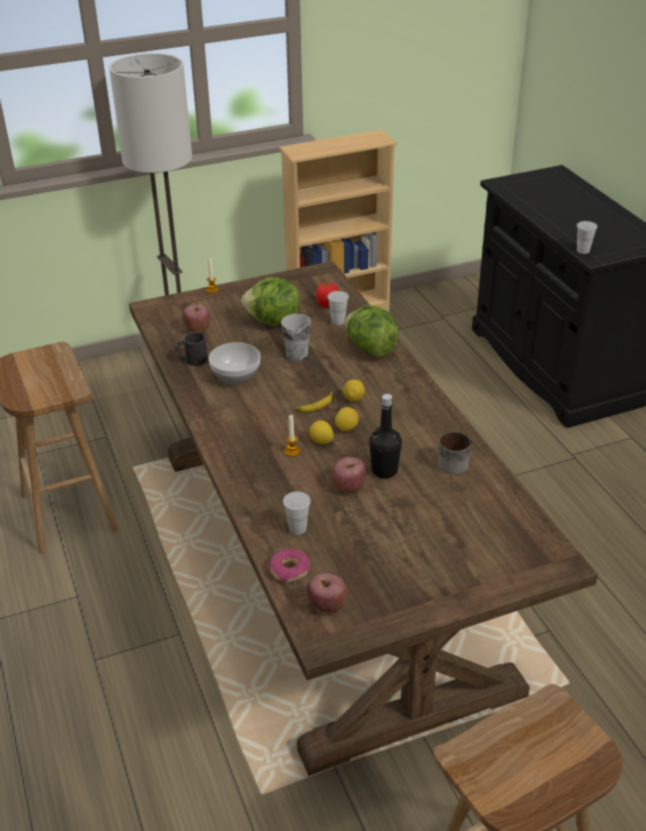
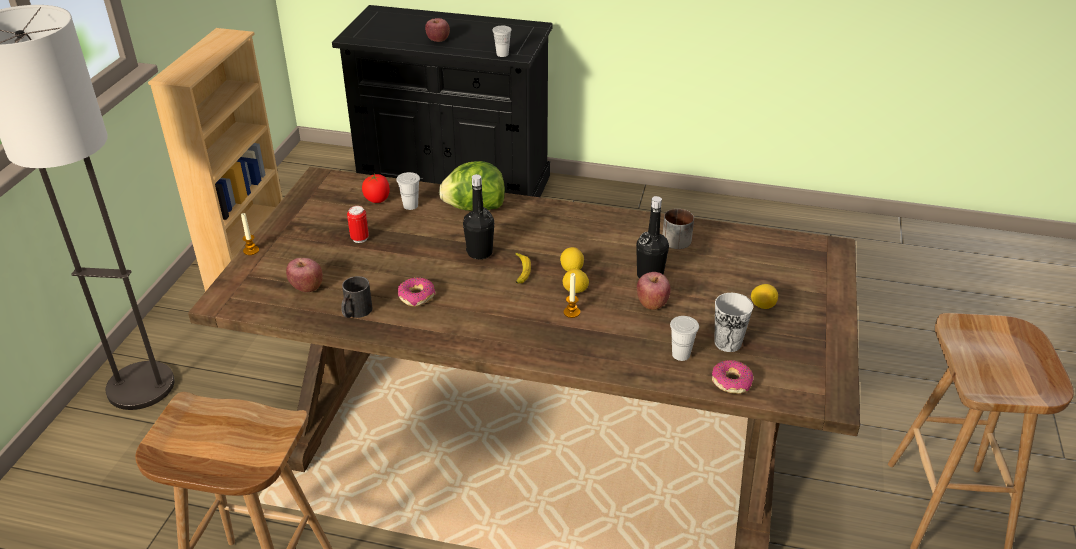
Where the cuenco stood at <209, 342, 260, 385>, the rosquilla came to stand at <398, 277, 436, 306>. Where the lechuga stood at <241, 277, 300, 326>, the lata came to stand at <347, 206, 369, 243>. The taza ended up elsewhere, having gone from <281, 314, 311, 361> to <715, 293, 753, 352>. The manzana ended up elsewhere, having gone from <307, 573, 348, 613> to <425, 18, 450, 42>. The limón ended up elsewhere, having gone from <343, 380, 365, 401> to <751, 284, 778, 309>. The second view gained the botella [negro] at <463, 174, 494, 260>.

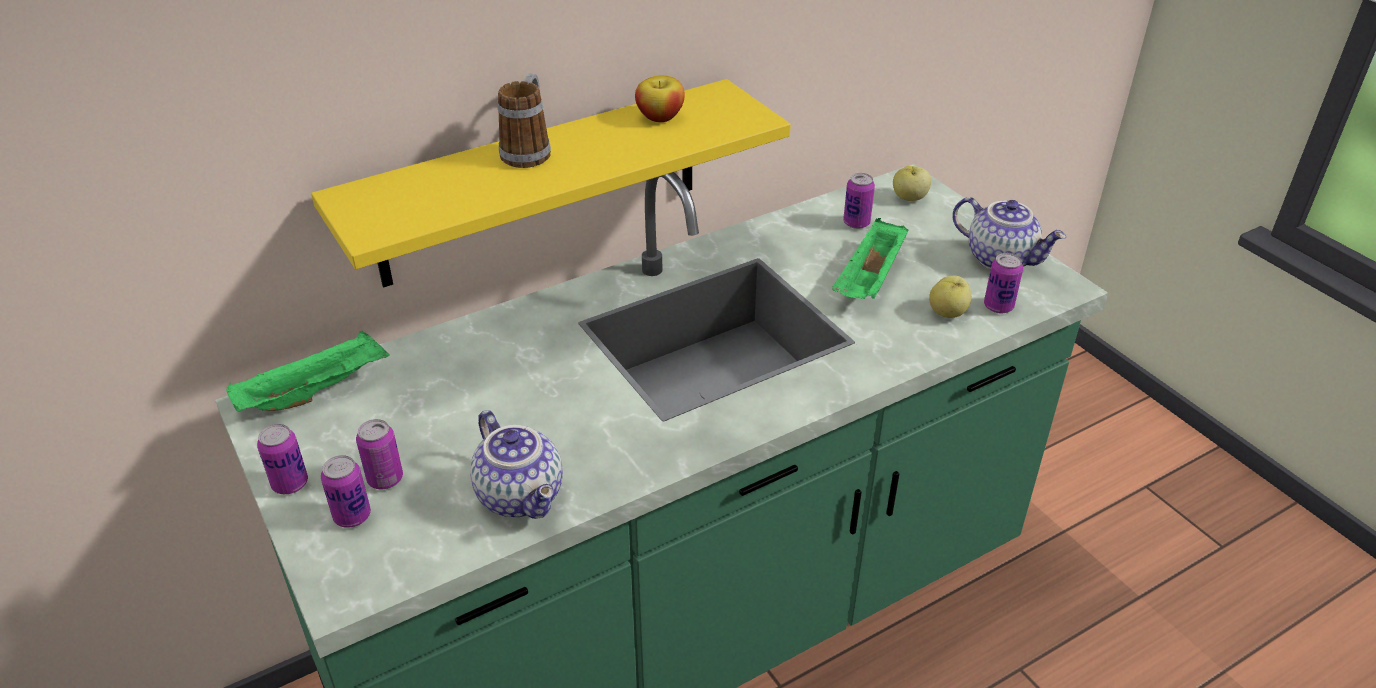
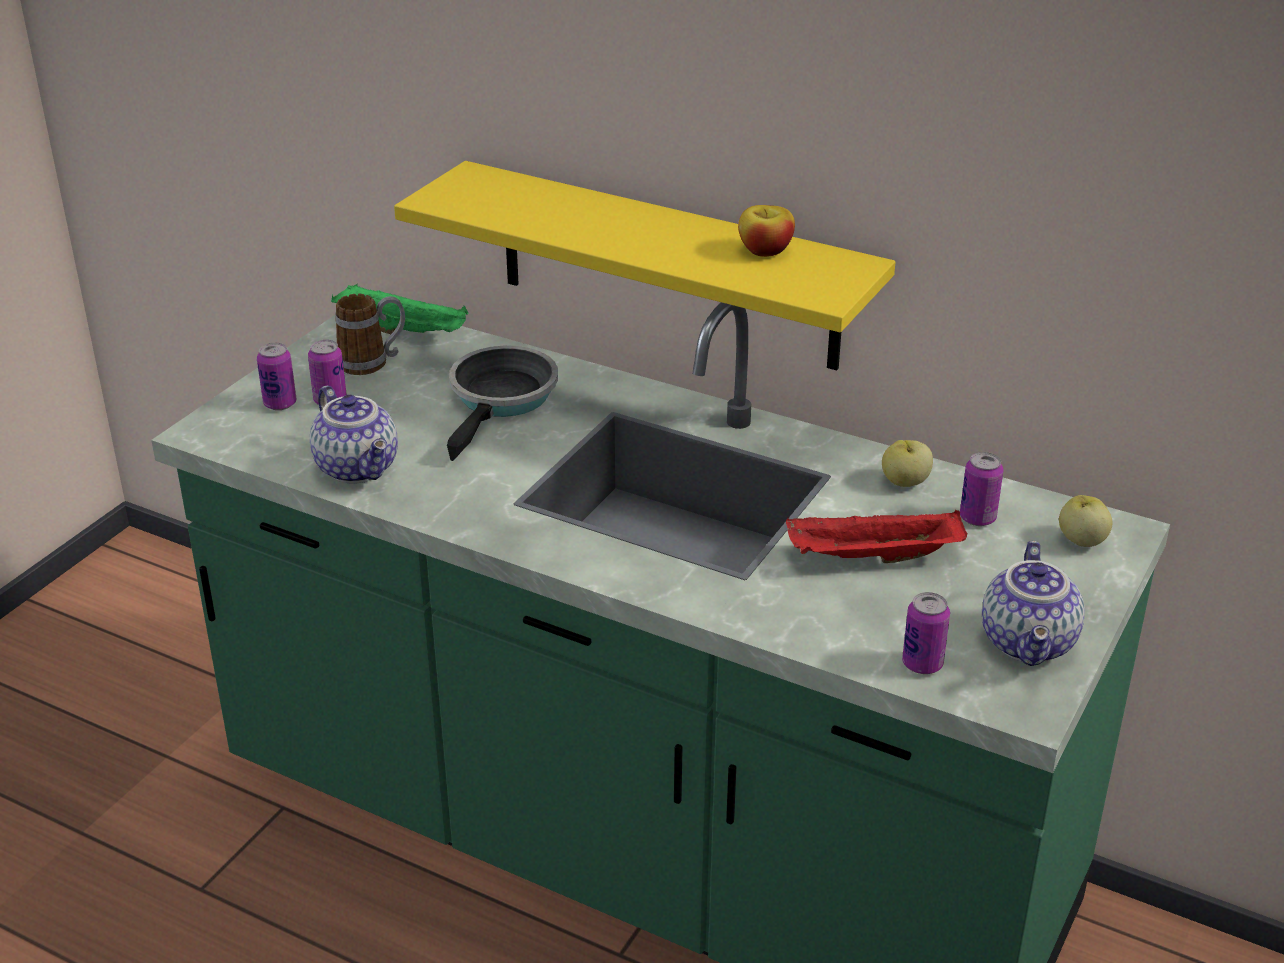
The second view lost the lata at <257, 424, 308, 494>. The tetera at <470, 410, 563, 519> ended up facing another way, 60 degrees counterclockwise from before. The taza grande ended up elsewhere, having gone from <498, 73, 551, 168> to <335, 294, 405, 375>. What was the bandeja [verde] at <832, 218, 908, 299> turned into the bandeja [rojo] at <786, 510, 968, 563>. The manzana ended up elsewhere, having gone from <929, 275, 972, 318> to <882, 440, 933, 487>. The second view gained the sartén at <447, 346, 558, 461>.

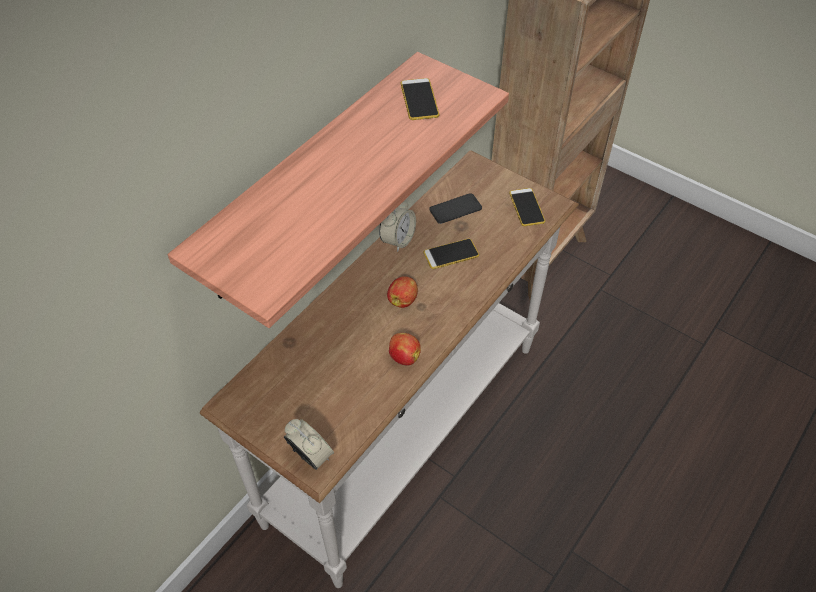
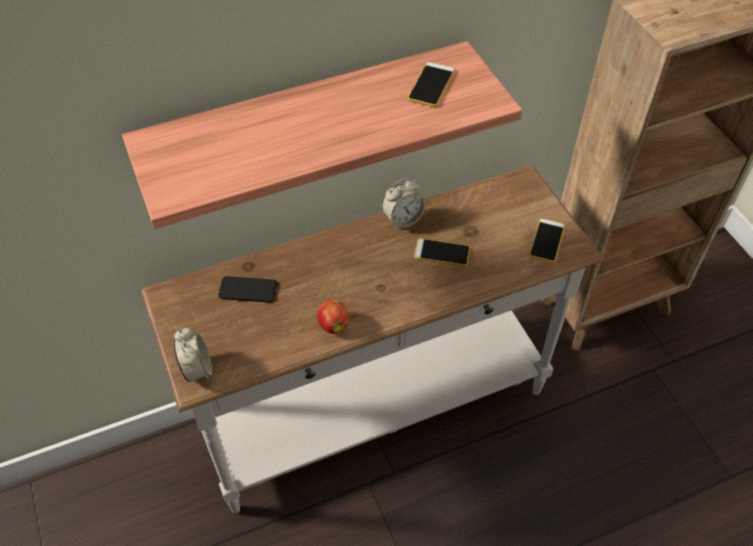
The second view lost the manzana at <387, 276, 418, 308>. The móvil ended up elsewhere, having gone from <429, 193, 482, 224> to <218, 276, 277, 303>.

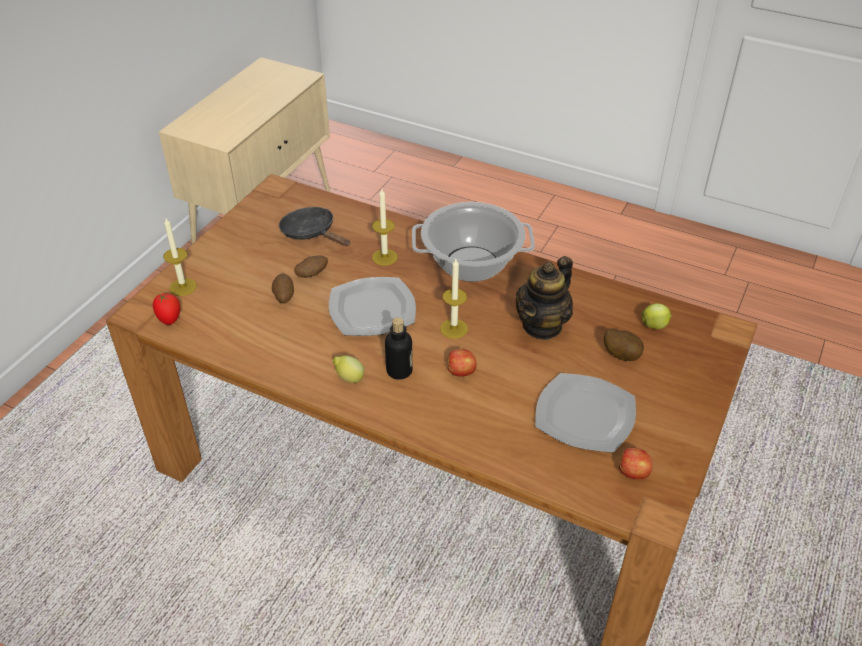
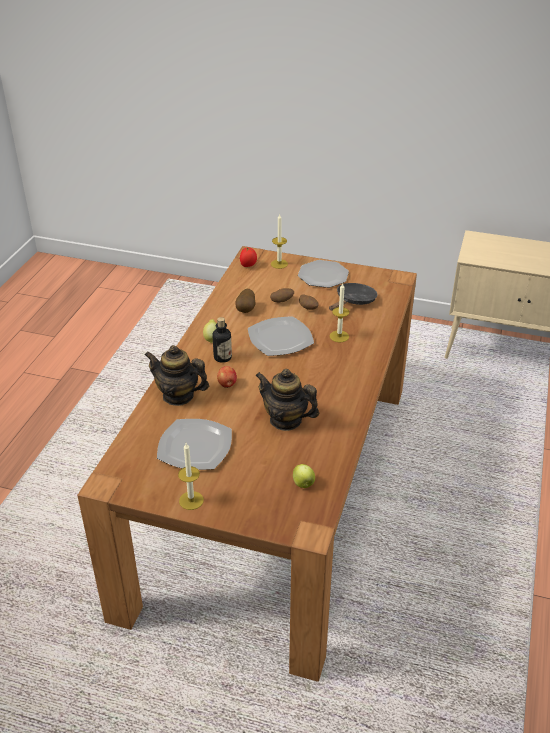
The second view lost the olla at <412, 202, 535, 282>. The vela ended up elsewhere, having gone from <440, 259, 468, 339> to <178, 443, 204, 510>. The patata ended up elsewhere, having gone from <604, 328, 644, 361> to <235, 289, 255, 313>. The second view lost the manzana at <619, 448, 652, 479>. The second view gained the tetera at <145, 345, 209, 406>. The second view gained the plato at <298, 260, 349, 288>.

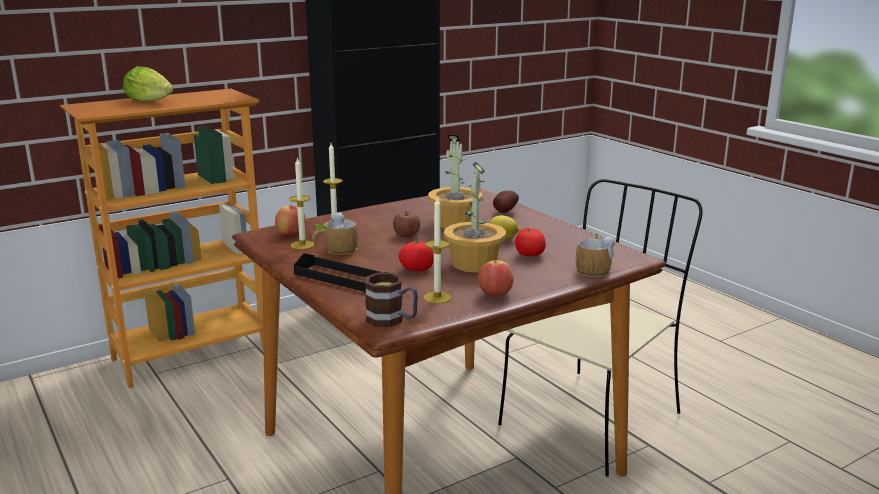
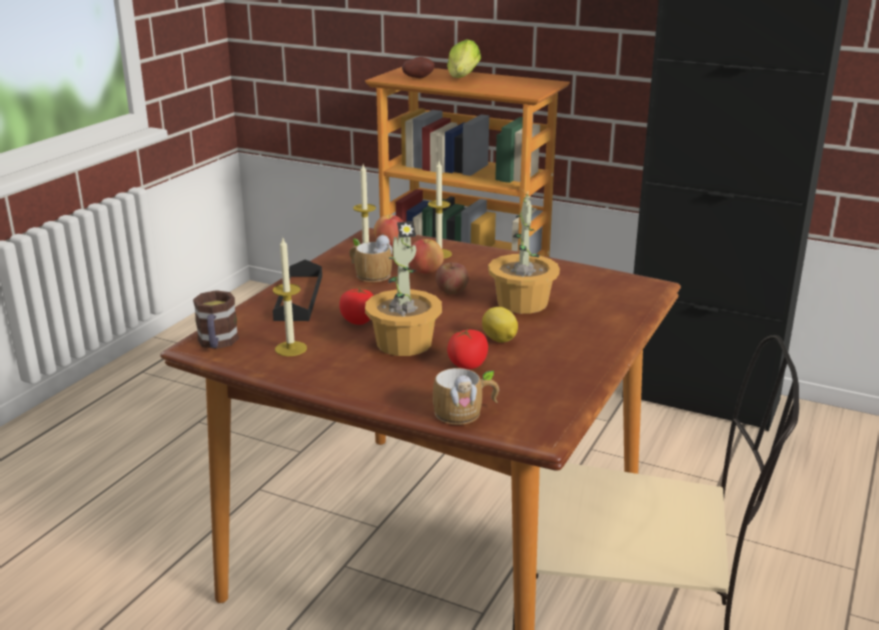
The manzana ended up elsewhere, having gone from <478, 260, 514, 296> to <409, 238, 444, 274>. The patata ended up elsewhere, having gone from <493, 190, 519, 213> to <402, 57, 435, 78>.

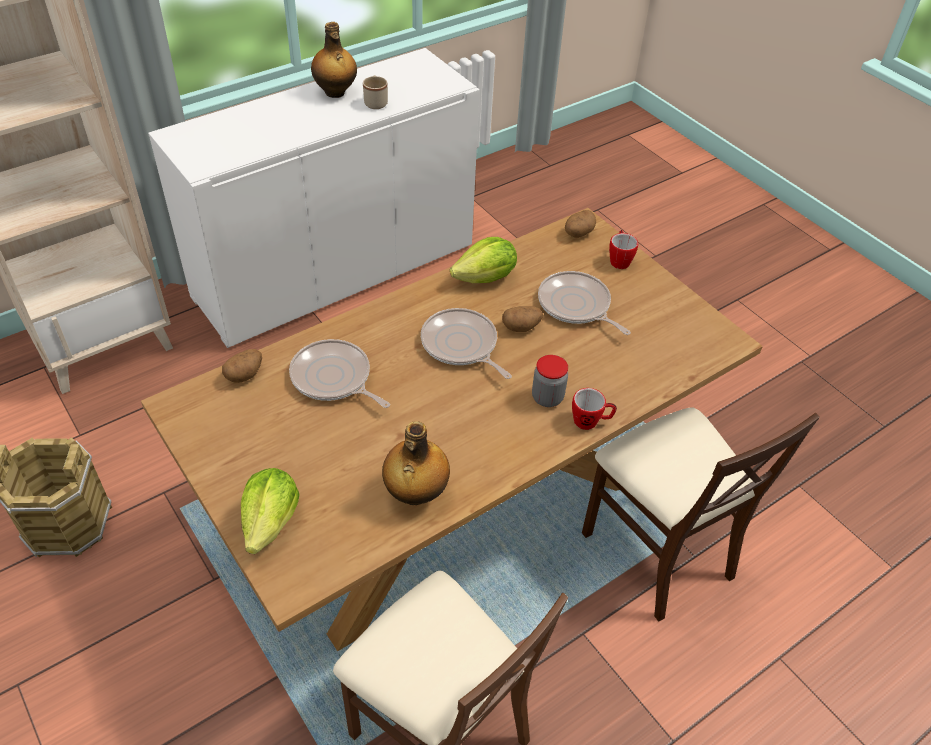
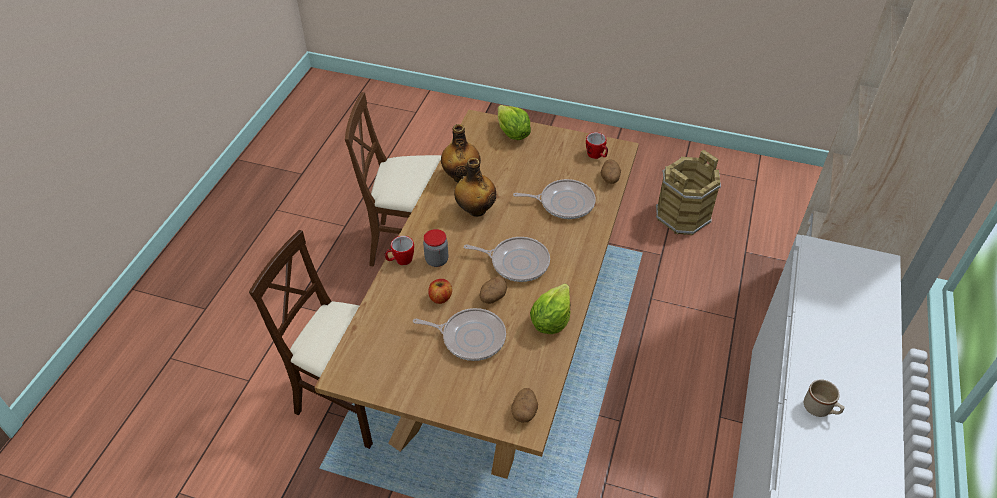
The botella ended up elsewhere, having gone from <311, 22, 357, 98> to <454, 158, 496, 217>. The taza grande ended up elsewhere, having gone from <609, 230, 638, 269> to <586, 132, 608, 159>. The second view gained the manzana at <428, 279, 452, 304>.

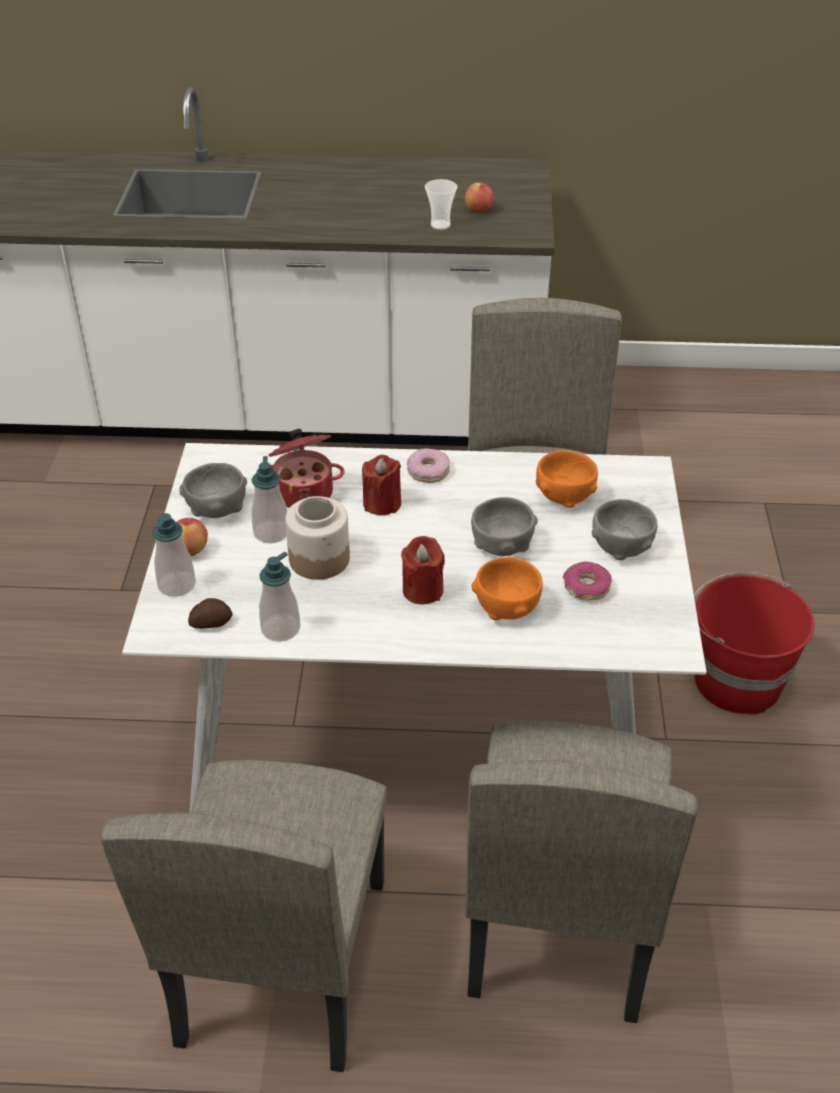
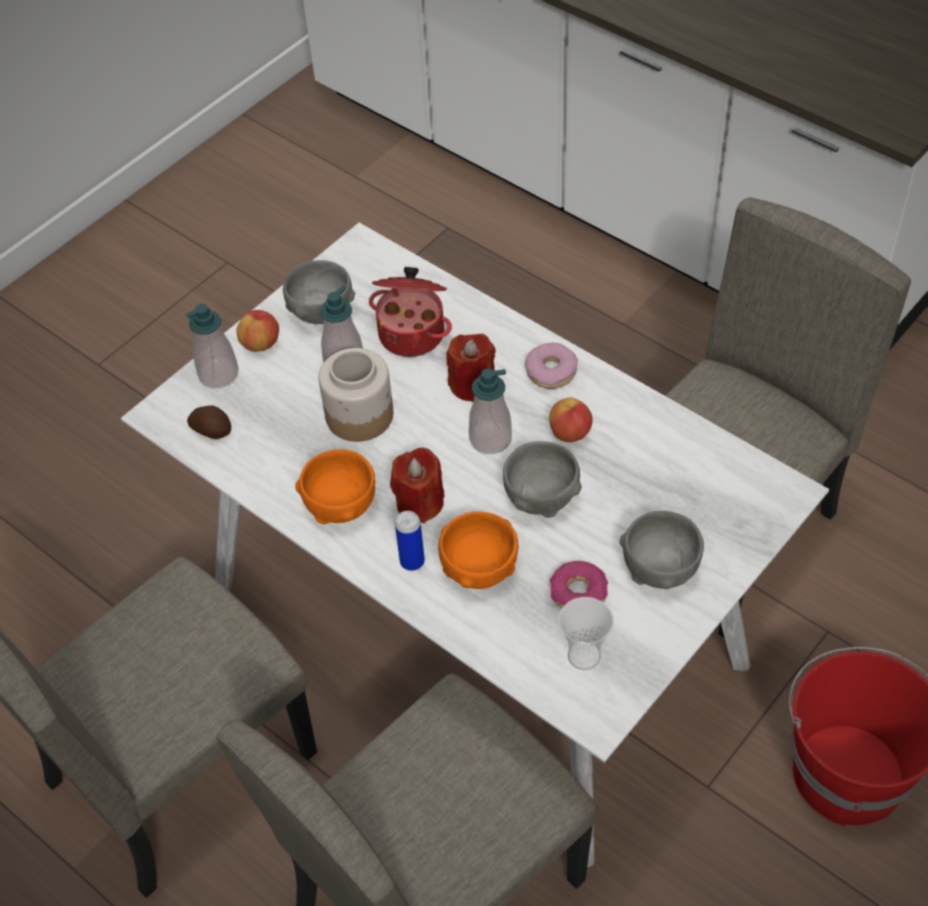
The dispensador de jabón ended up elsewhere, having gone from <259, 552, 301, 642> to <469, 369, 512, 454>. The taza ended up elsewhere, having gone from <425, 179, 457, 230> to <558, 597, 614, 670>. The manzana ended up elsewhere, having gone from <465, 183, 494, 213> to <549, 398, 593, 442>. The cuenco [naranja] ended up elsewhere, having gone from <535, 450, 598, 508> to <296, 449, 375, 525>. The second view gained the lata at <395, 511, 425, 571>.

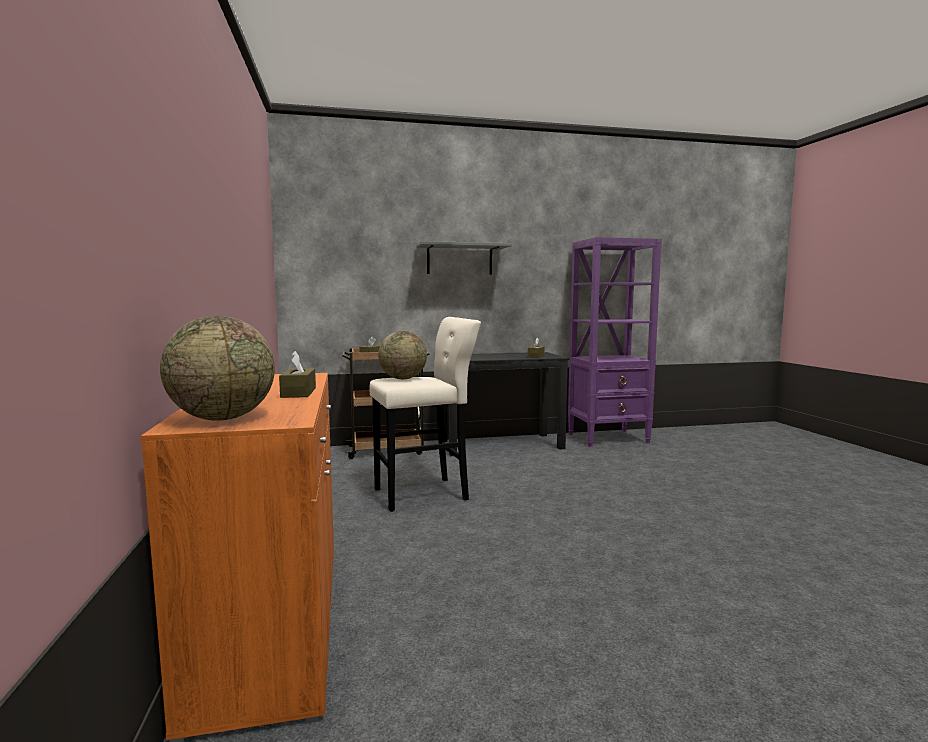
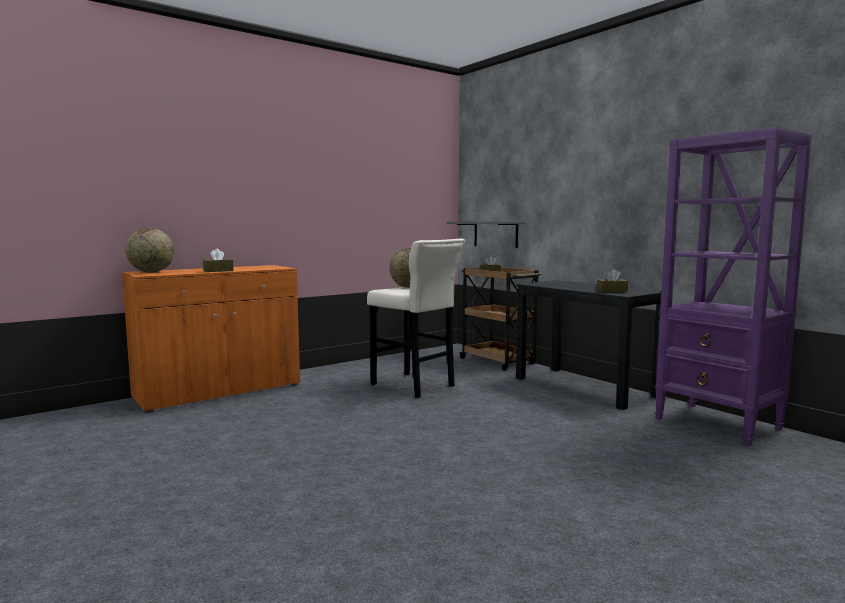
The estante [gris] ended up elsewhere, having gone from <416, 241, 512, 274> to <447, 221, 526, 248>.

